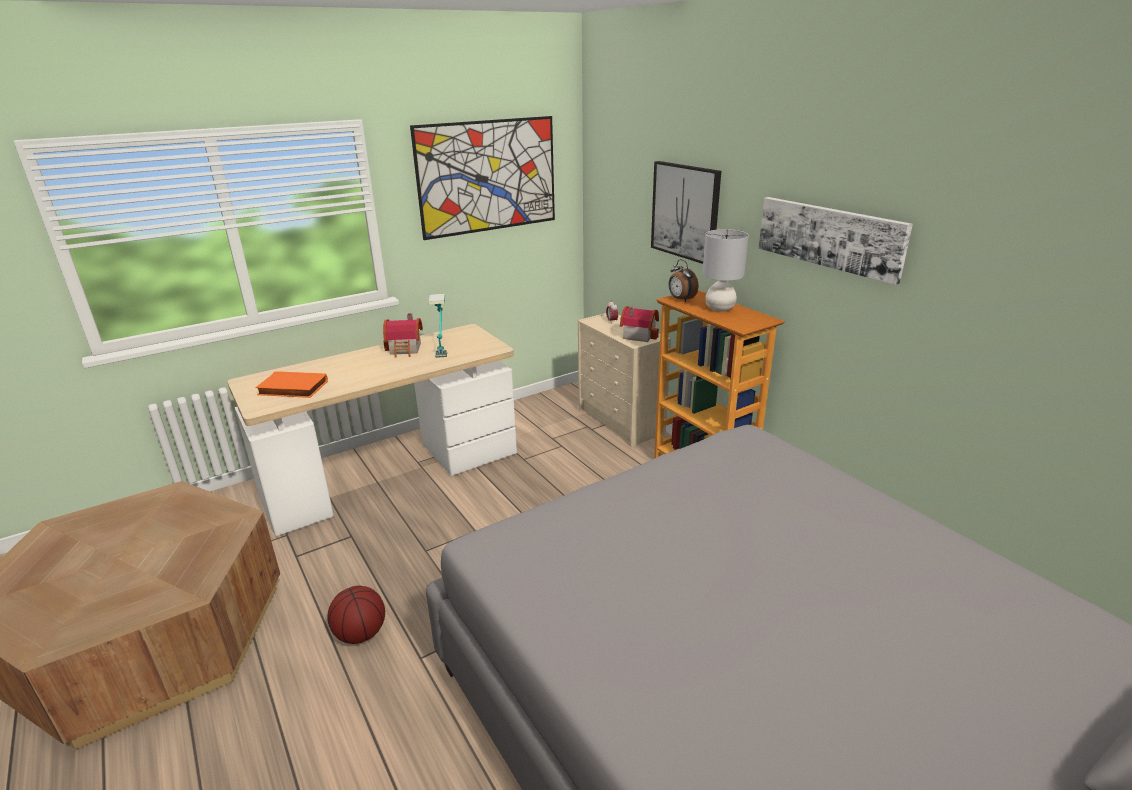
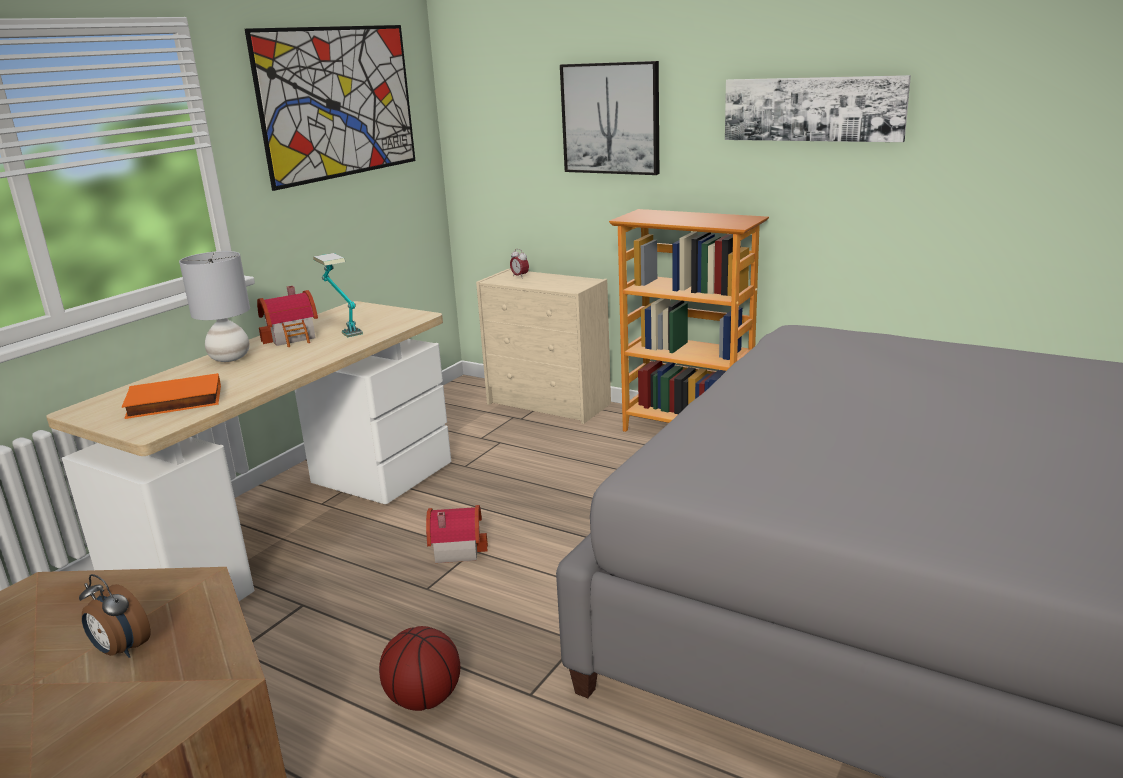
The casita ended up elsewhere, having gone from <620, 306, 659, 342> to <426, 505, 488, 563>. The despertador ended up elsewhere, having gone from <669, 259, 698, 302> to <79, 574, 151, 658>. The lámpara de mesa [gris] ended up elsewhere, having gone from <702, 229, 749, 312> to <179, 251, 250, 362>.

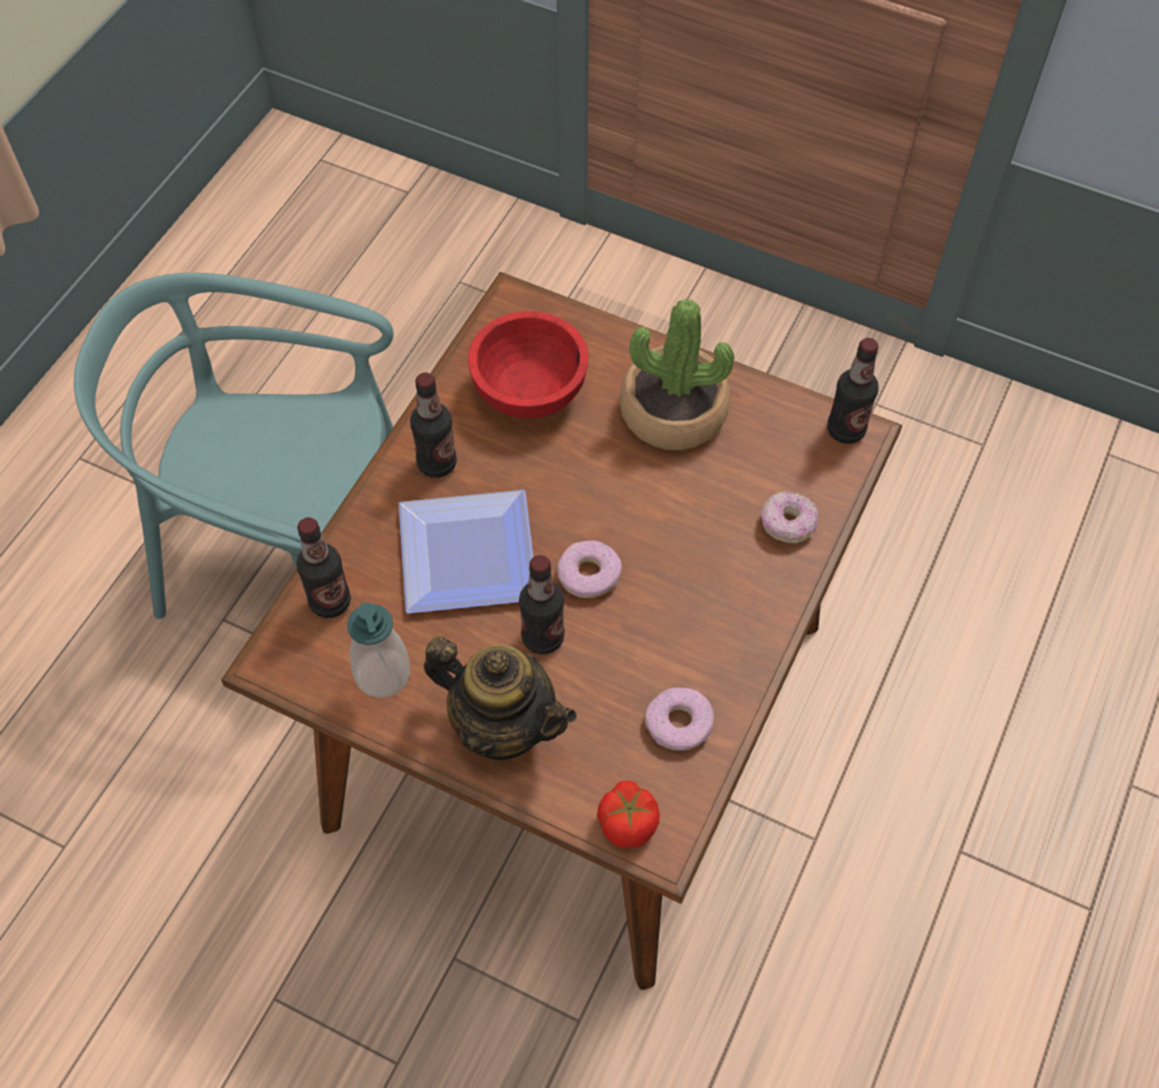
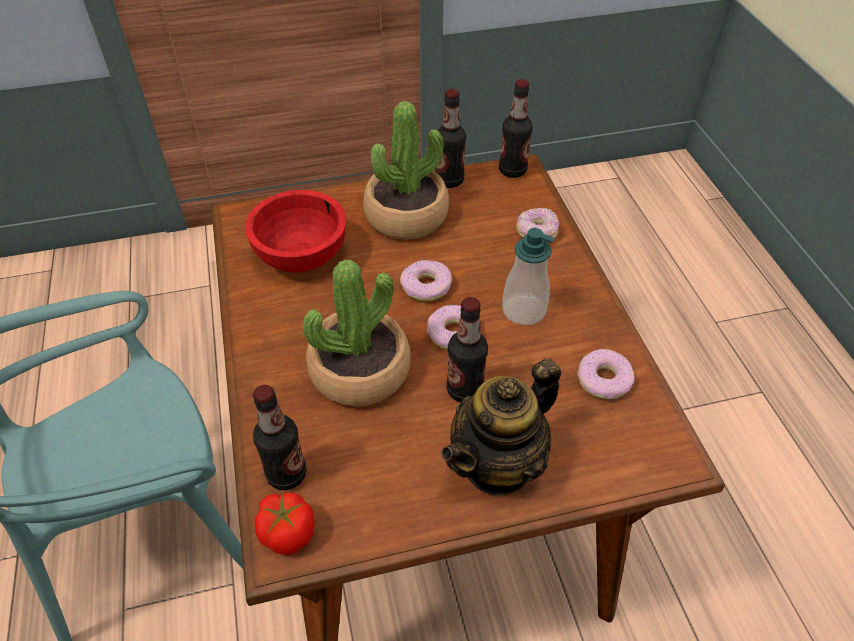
The dispensador de jabón ended up elsewhere, having gone from <347, 603, 411, 698> to <502, 228, 555, 325>. Where the plato stood at <399, 490, 533, 613>, the planta en maceta came to stand at <303, 260, 411, 407>. The botella ended up elsewhere, having gone from <410, 372, 457, 478> to <436, 89, 466, 188>. The tetera at <424, 636, 577, 760> ended up facing another way, 150 degrees clockwise from before. The tomate ended up elsewhere, having gone from <597, 781, 660, 848> to <255, 493, 315, 555>. The second view gained the rosquilla at <400, 260, 452, 301>.

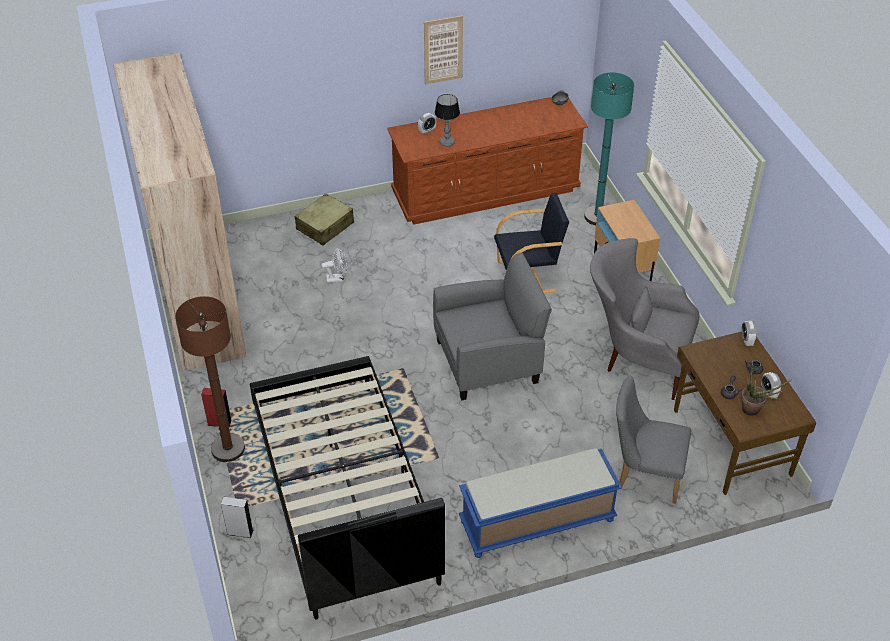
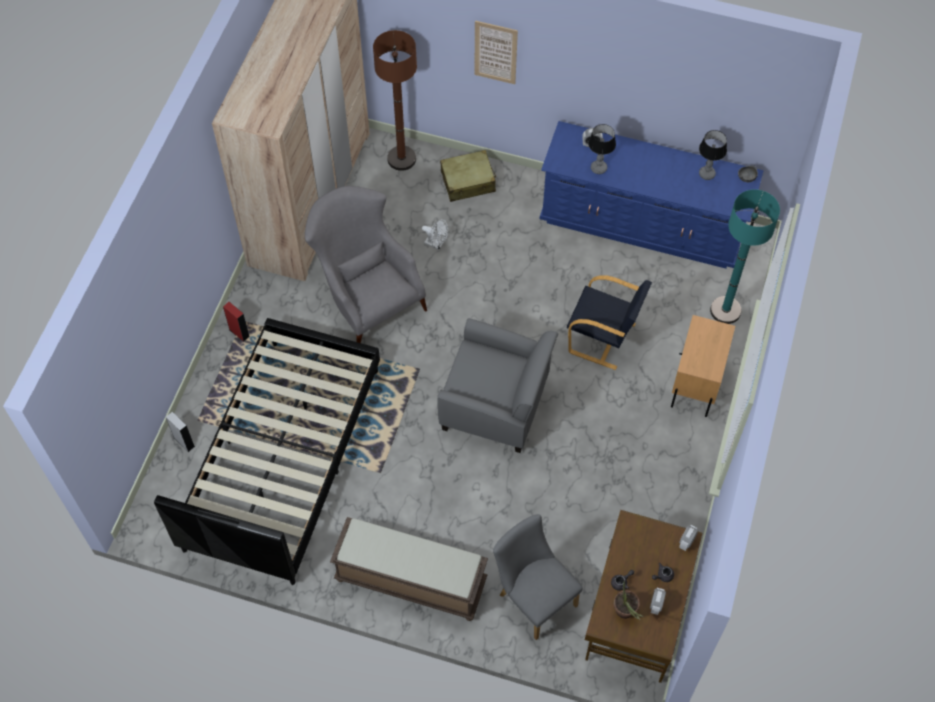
The lámpara de pie [marrón] ended up elsewhere, having gone from <175, 296, 245, 462> to <373, 30, 417, 171>. What was the cómoda [marrón] at <387, 97, 588, 225> turned into the cómoda [azul] at <540, 121, 763, 269>. The cuadro ended up elsewhere, having gone from <424, 15, 463, 85> to <474, 21, 518, 84>. What was the banco [azul] at <459, 448, 622, 558> turned into the banco [marrón] at <330, 517, 488, 621>. The sillón [gris] ended up elsewhere, having gone from <590, 238, 700, 400> to <305, 186, 427, 343>. The second view gained the lámpara de mesa at <699, 130, 727, 180>.

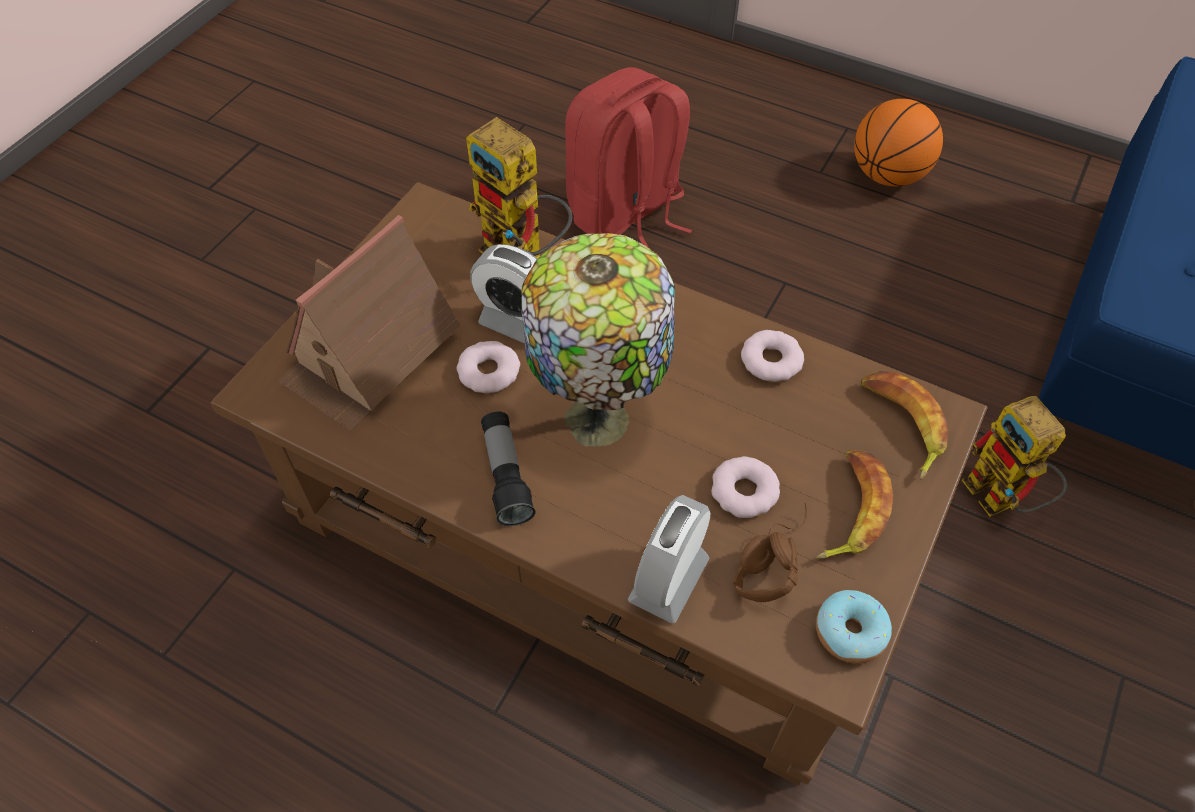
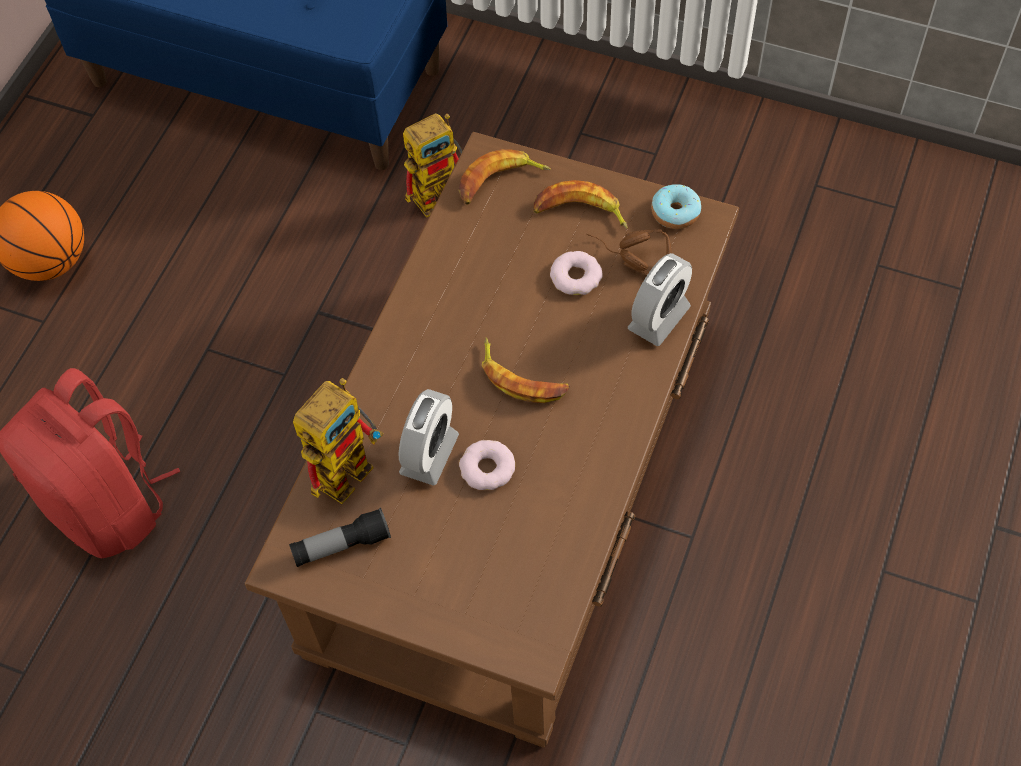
The second view lost the casita at <278, 215, 460, 431>. The linterna ended up elsewhere, having gone from <481, 412, 536, 526> to <289, 508, 391, 567>. Where the lámpara de mesa stood at <521, 233, 675, 447>, the plátano came to stand at <482, 337, 570, 403>. The despertador at <628, 495, 711, 624> ended up facing another way, 75 degrees counterclockwise from before. The second view lost the rosquilla at <741, 330, 804, 382>.

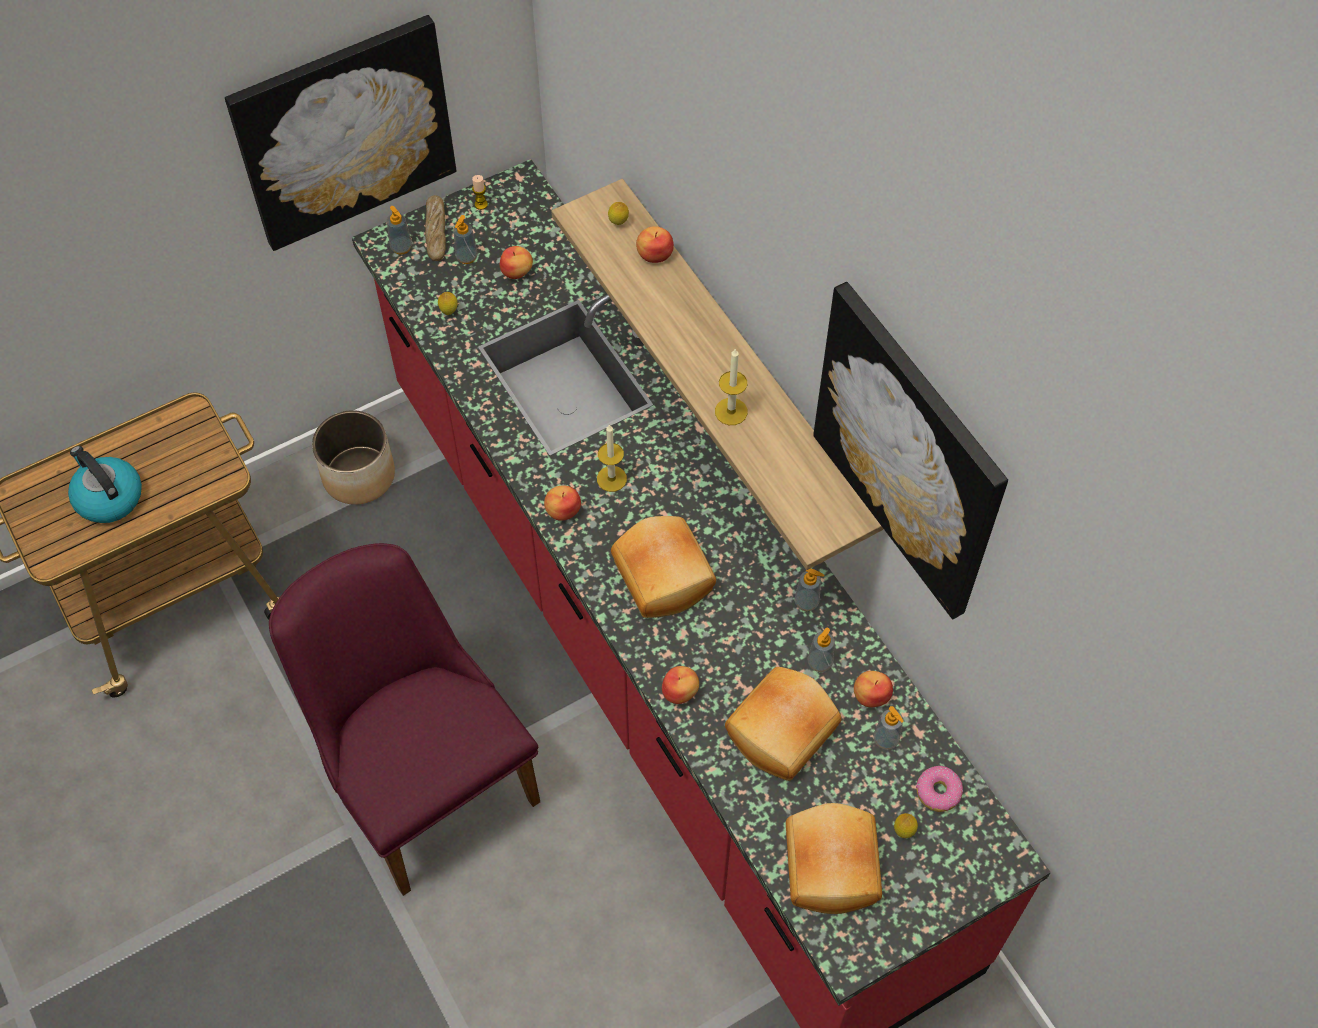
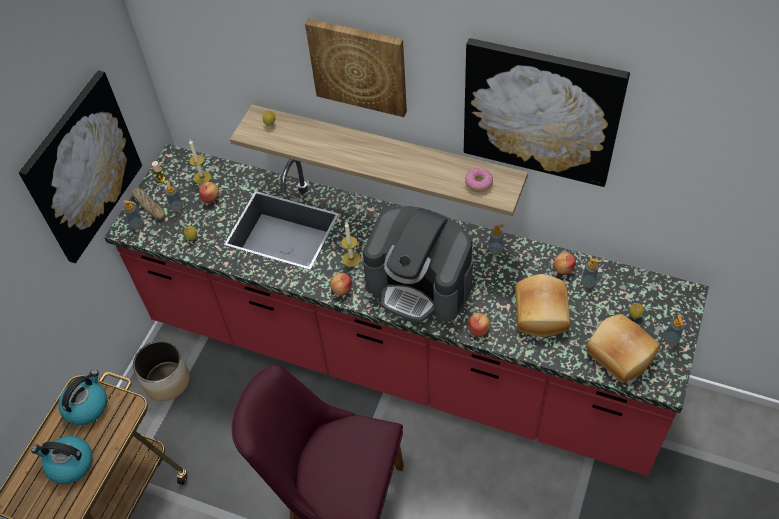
Where the pan stood at <611, 516, 716, 618>, the cafetera came to stand at <362, 206, 473, 322>. The second view lost the manzana at <636, 226, 674, 263>. The vela ended up elsewhere, having gone from <715, 348, 748, 425> to <189, 140, 211, 184>. The dispensador de jabón ended up elsewhere, having gone from <807, 628, 835, 672> to <664, 314, 684, 345>. The rosquilla ended up elsewhere, having gone from <916, 766, 963, 812> to <465, 167, 493, 192>. The second view gained the hervidor at <58, 370, 107, 425>. The second view gained the cuadro at <305, 19, 407, 117>.

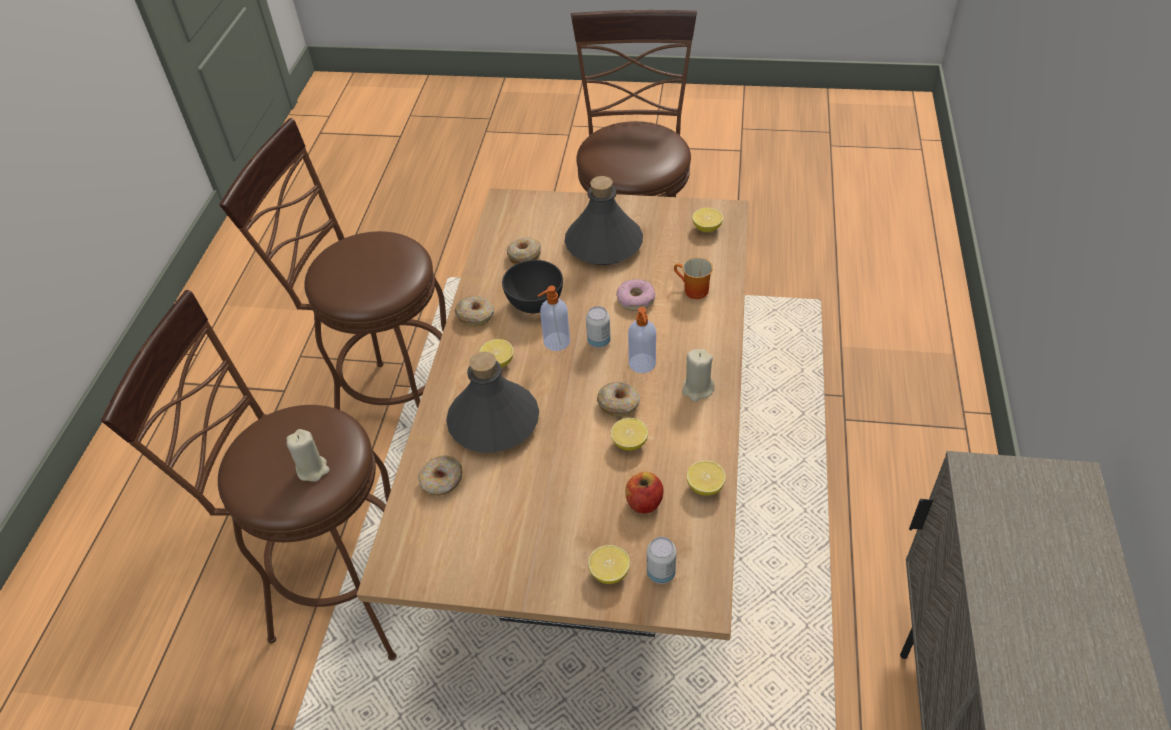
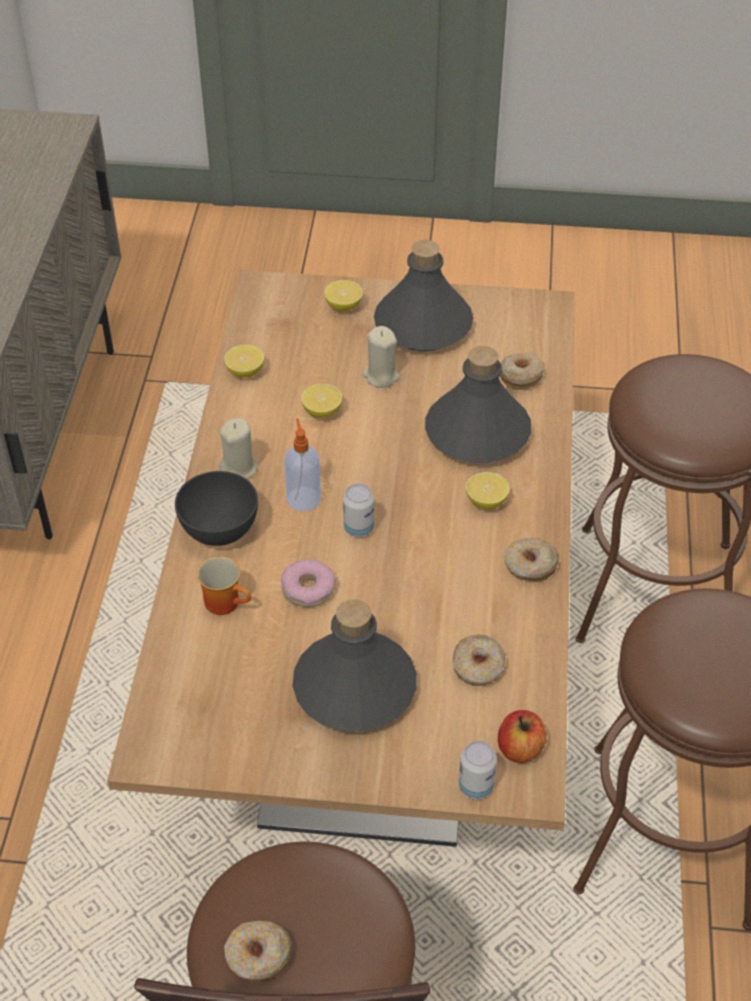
The vela [beis] ended up elsewhere, having gone from <286, 429, 330, 482> to <362, 326, 400, 388>. The cuenco [gris] ended up elsewhere, having gone from <502, 260, 563, 313> to <175, 471, 258, 546>. The second view lost the dispensador de jabón at <538, 286, 570, 351>. The rosquilla ended up elsewhere, having gone from <597, 382, 640, 417> to <224, 921, 292, 980>. The manzana ended up elsewhere, having gone from <625, 472, 663, 514> to <498, 710, 546, 763>. The lata ended up elsewhere, having gone from <647, 537, 676, 584> to <459, 741, 497, 799>. The second view lost the limón at <692, 208, 723, 232>. The second view gained the botella [gris] at <374, 240, 473, 351>.

